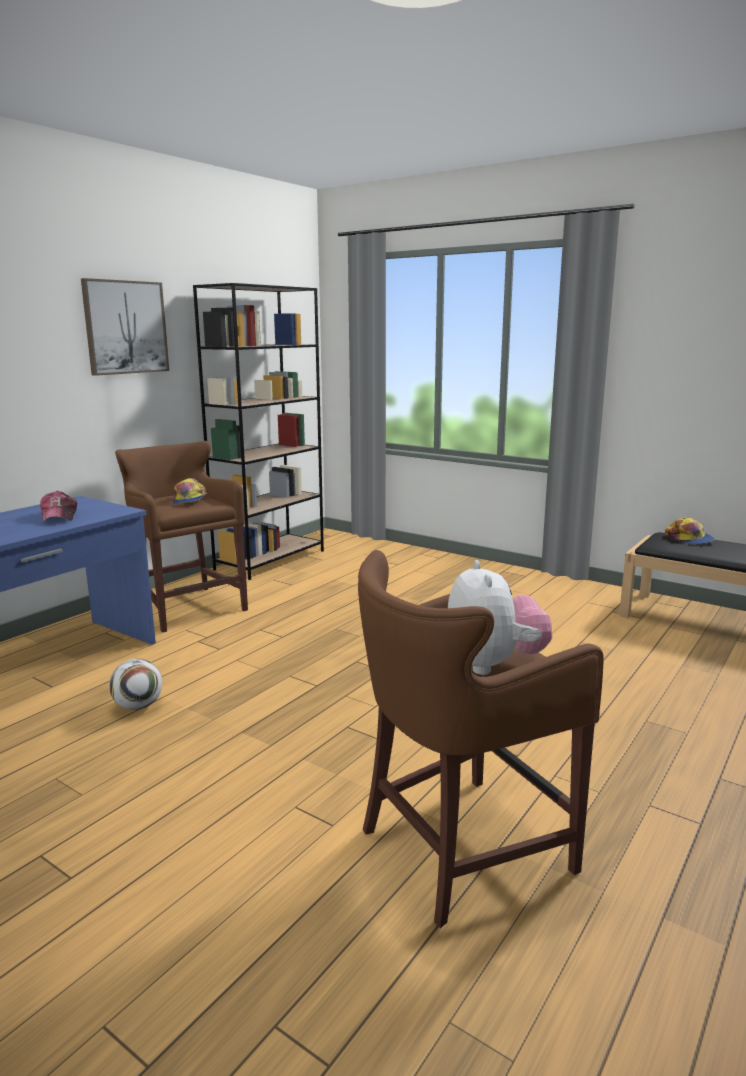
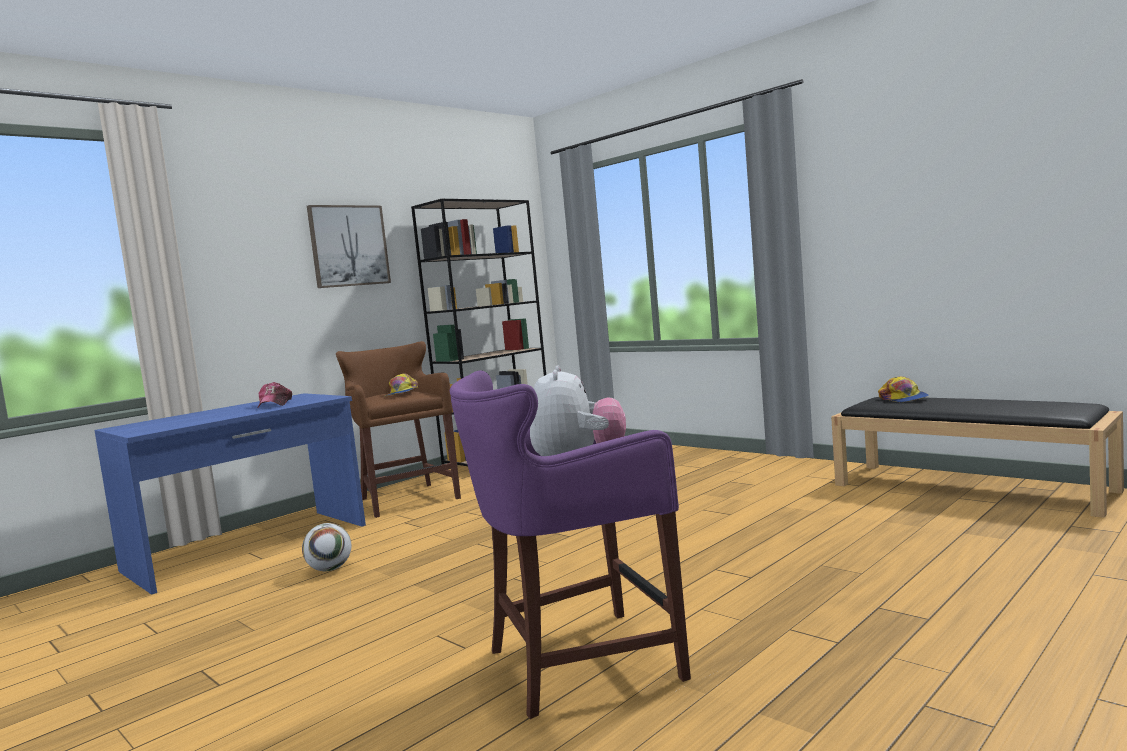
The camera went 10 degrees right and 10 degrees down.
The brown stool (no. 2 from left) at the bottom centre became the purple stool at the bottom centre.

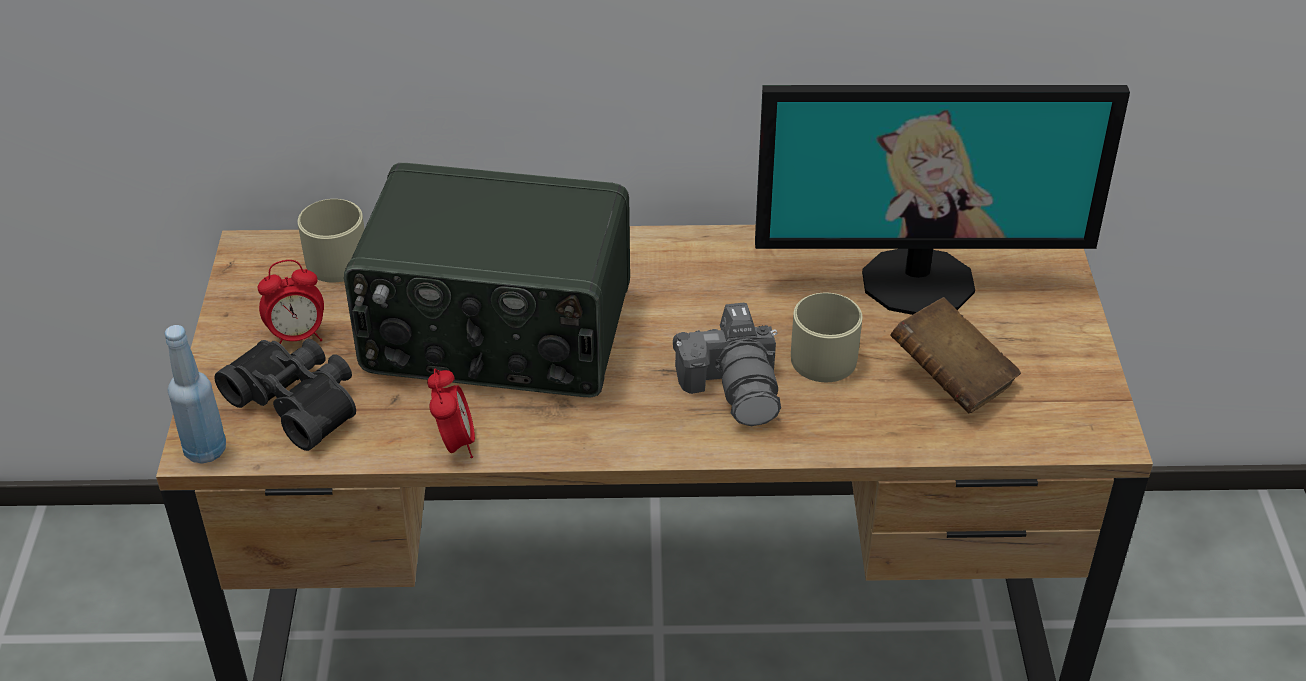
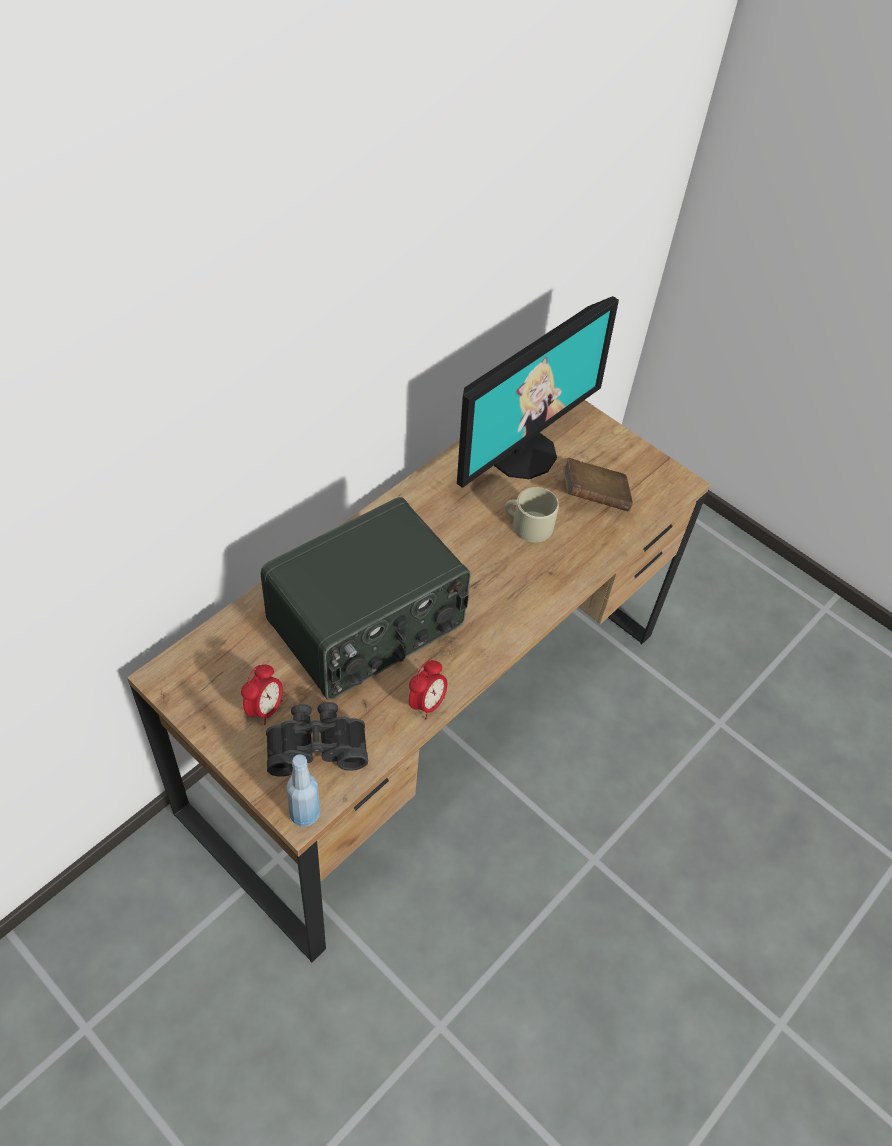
The camera went 50 degrees left and 10 degrees up.
The alarm clock (no. 2 from left) at the centre turned 90 degrees clockwise.
The beige mug (no. 1 from left) at the middle left disappeared.
The photo camera at the centre disappeared.

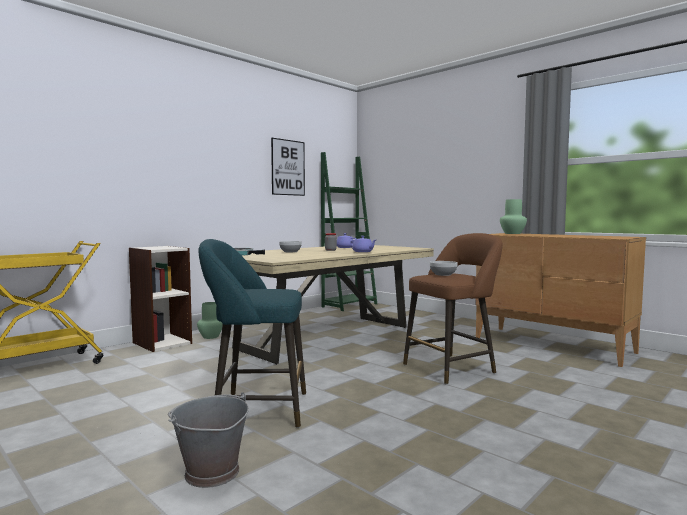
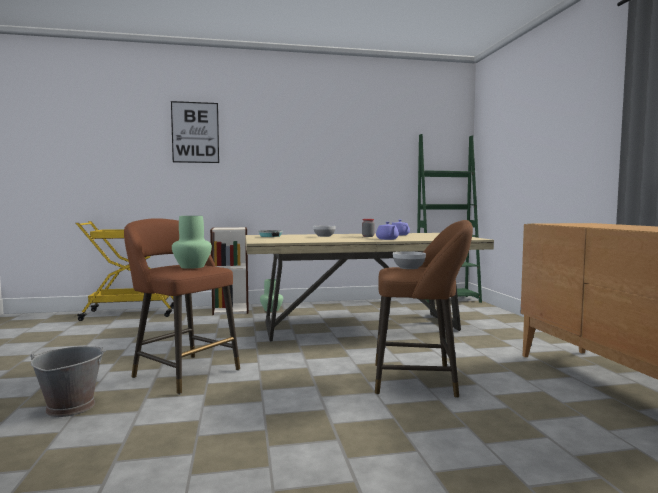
The camera went 35 degrees right and 0 degrees up.
The turquoise stool at the centre became the brown stool (no. 1 from left) at the middle left.
The picture moved from the top centre to the top left.
The green vase (no. 2 from left in the first image) moved from the middle right to the middle left.

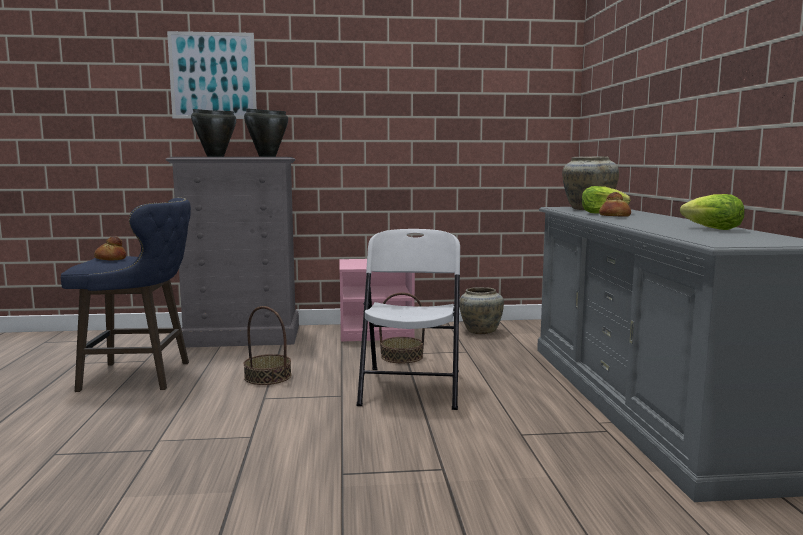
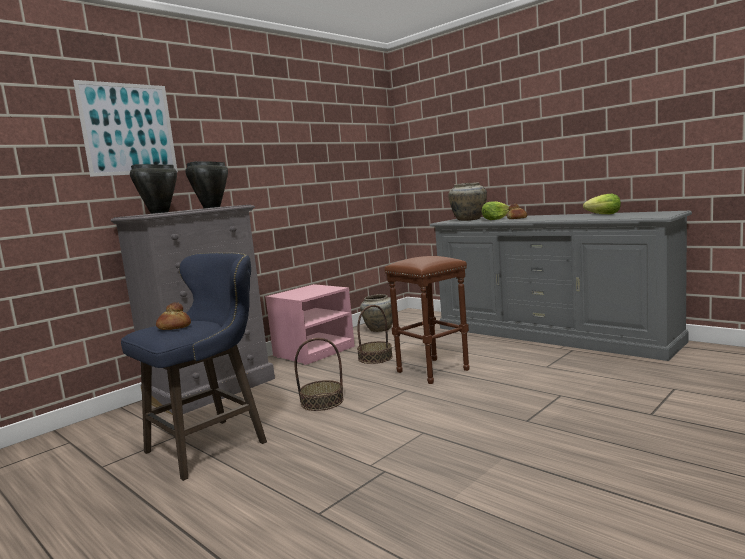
The camera went 40 degrees left and 0 degrees up.
The white chair at the centre was replaced by the brown stool at the centre.

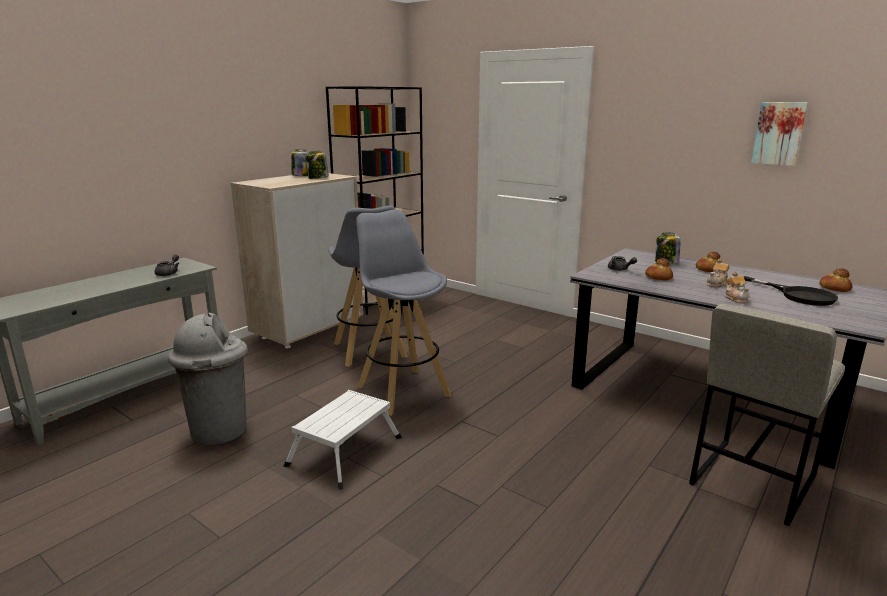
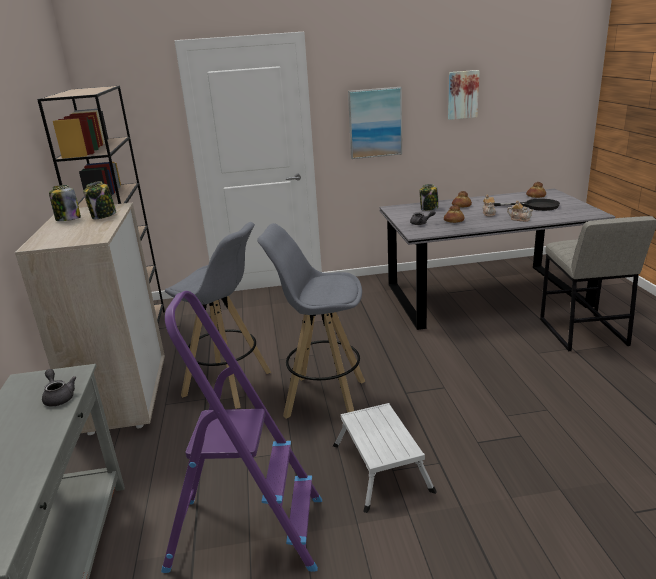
The camera went 45 degrees left and 5 degrees up.
The grey trash can at the middle left was replaced by the purple step ladder at the bottom centre.
The picture (no. 1 from left) at the top centre appeared.

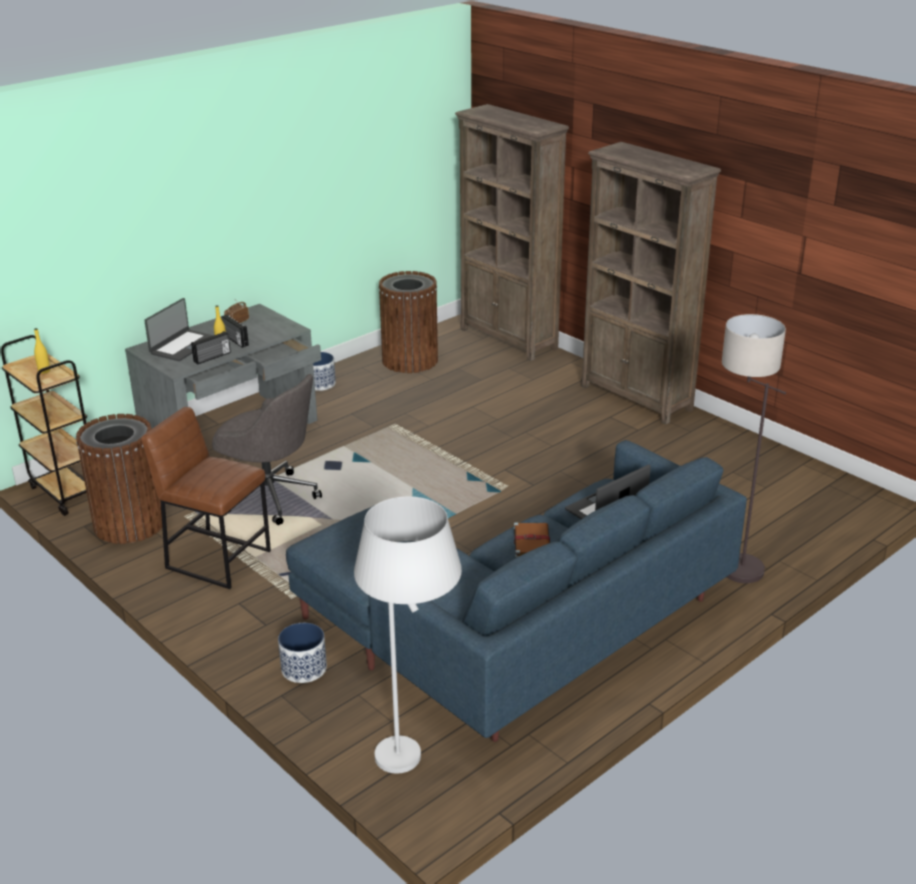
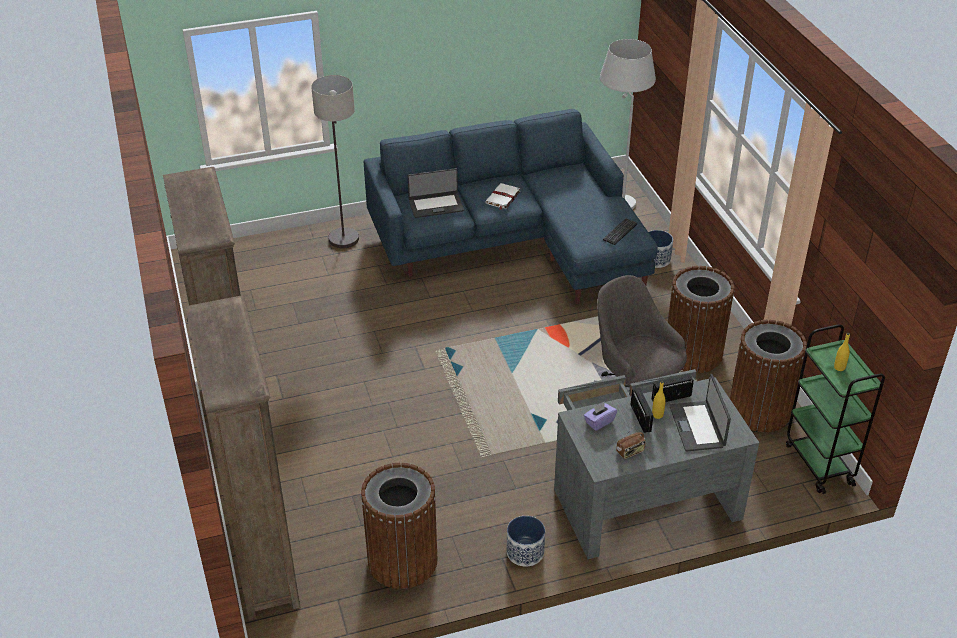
The camera went 155 degrees left and 10 degrees up.
The brown book at the centre became the white book at the top centre.
The purple tissue box at the centre appeared.
The keyboard at the centre appeared.
The brown chair at the middle left was replaced by the brown trash can (no. 2 from left) at the middle right.
The laptop (no. 1 from left in the first image) at the middle left turned 60 degrees counterclockwise.
The brown cart at the middle left became the green cart at the middle right.

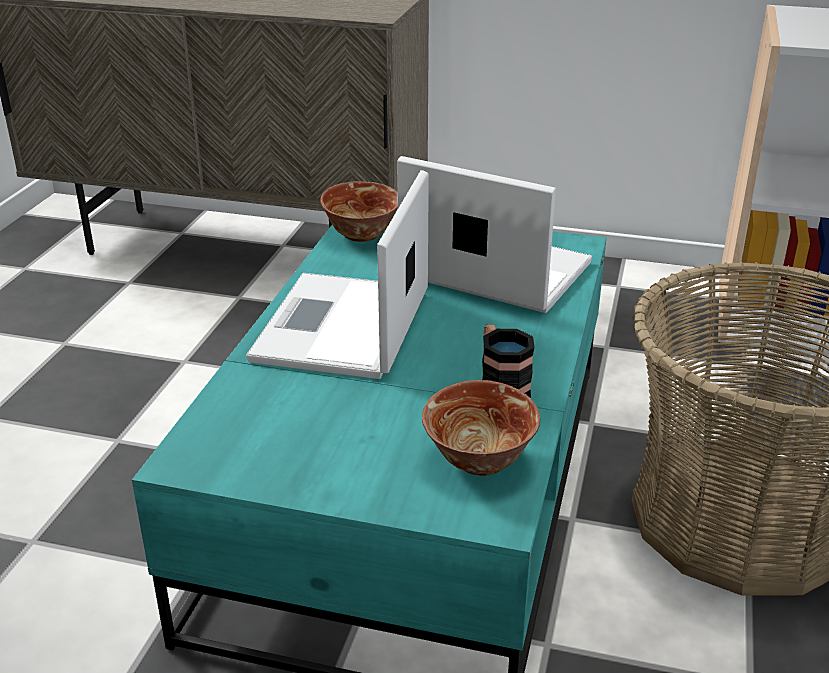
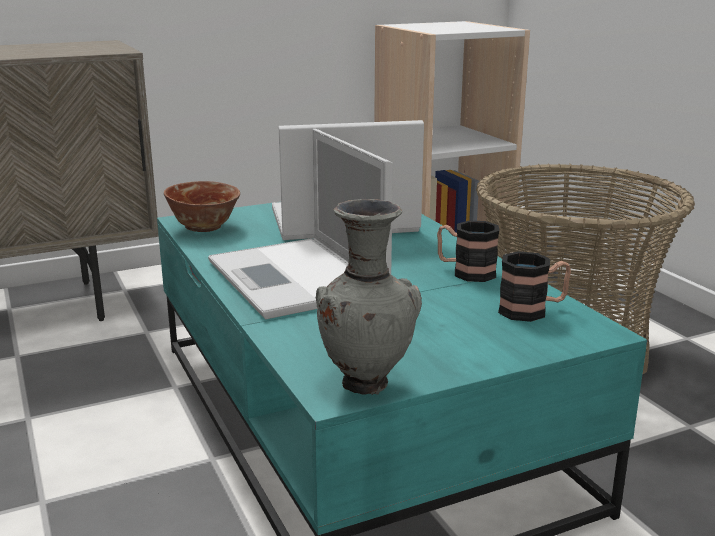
The camera went 40 degrees left and 10 degrees down.
The grey vase at the centre appeared.
The bowl (no. 2 from left) at the centre was replaced by the mug (no. 2 from left) at the middle right.

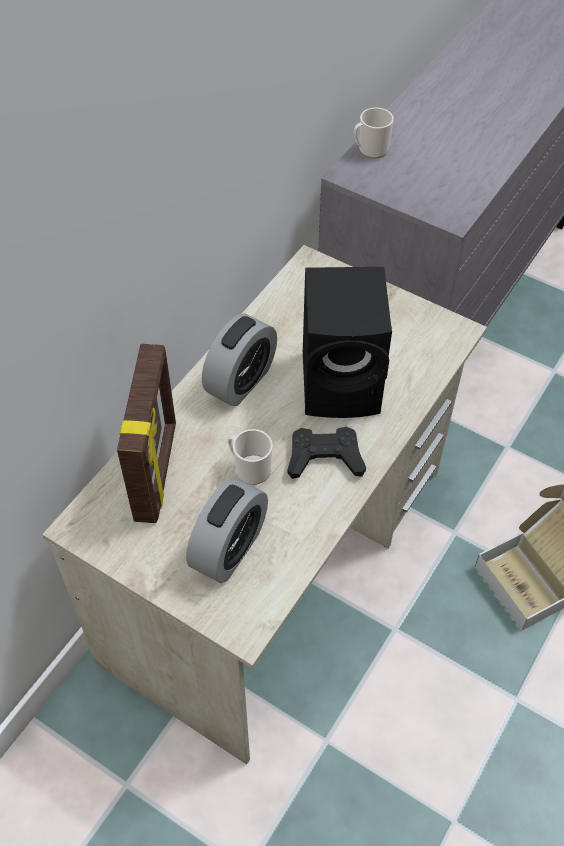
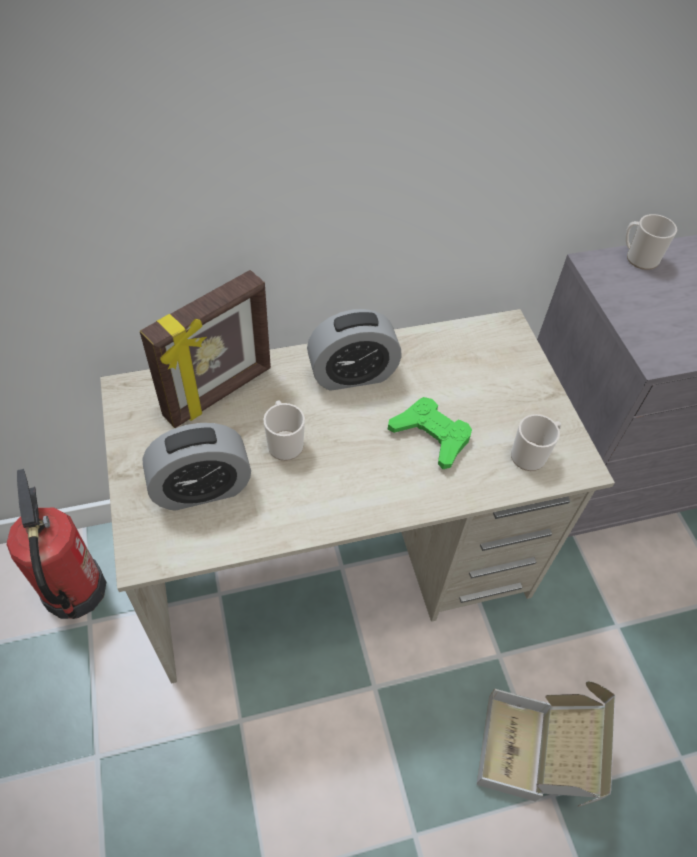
The camera went 40 degrees right and 0 degrees up.
The fire extinguisher at the middle left appeared.
The black speaker at the centre was replaced by the green game controller at the centre.
The mug (no. 2 from left) at the middle right appeared.
The black game controller at the centre disappeared.

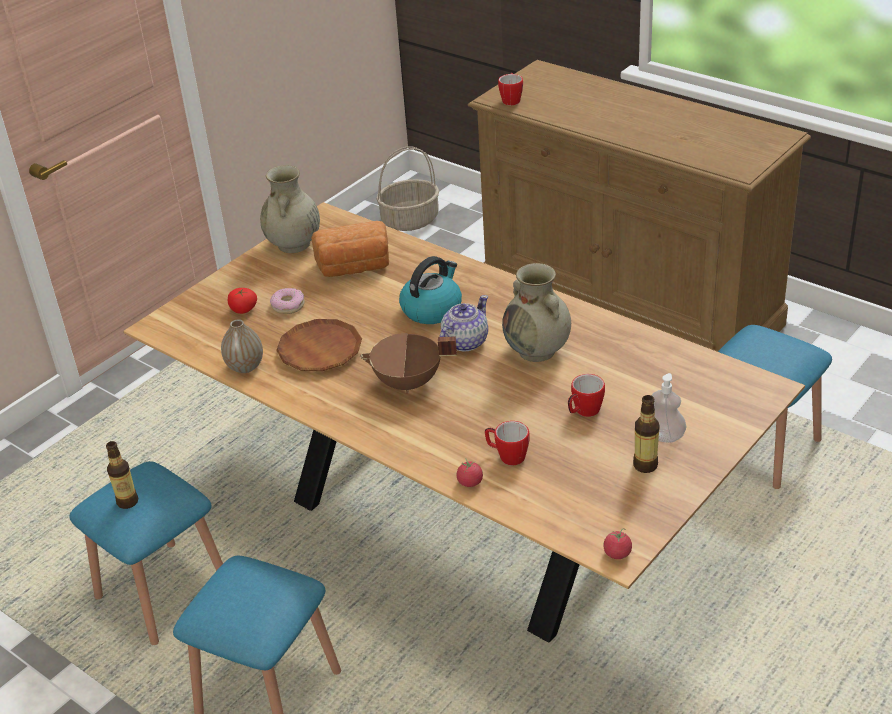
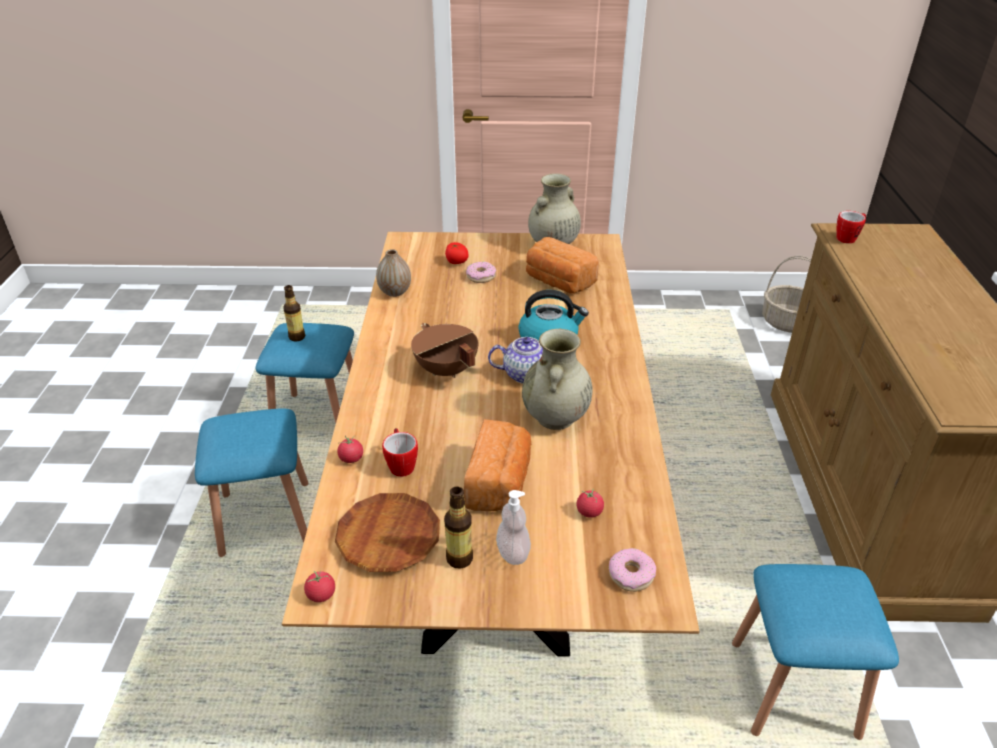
The camera went 50 degrees right and 0 degrees up.
The brown plate moved from the centre to the bottom centre.
The mug (no. 3 from left) at the centre was replaced by the bread (no. 1 from left) at the centre.
The tomato (no. 4 from left) at the bottom centre appeared.
The donut (no. 2 from left) at the bottom centre appeared.

